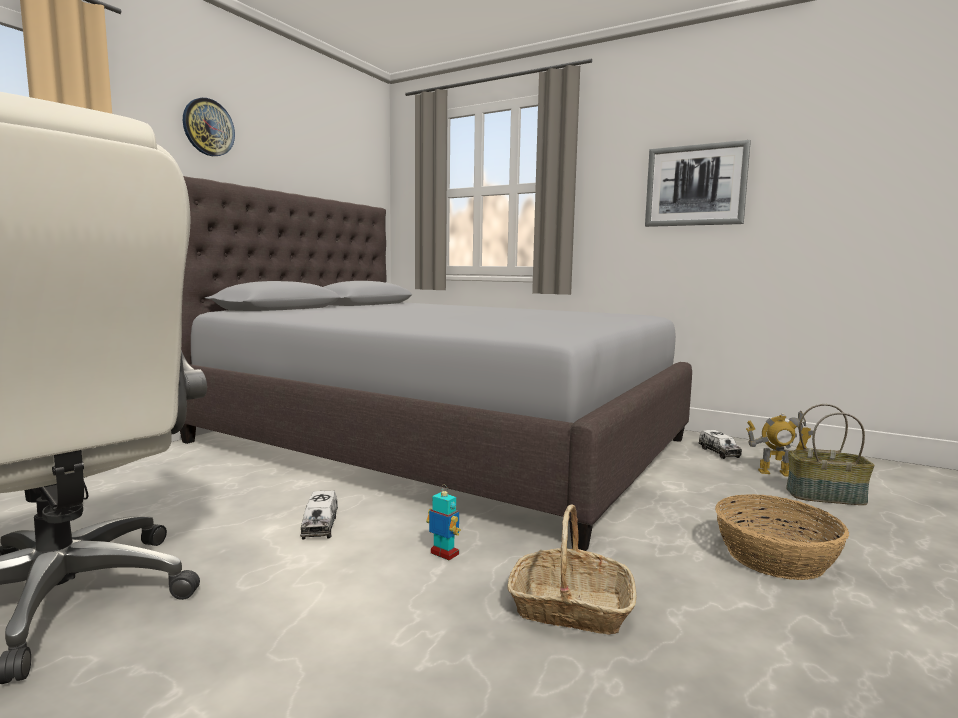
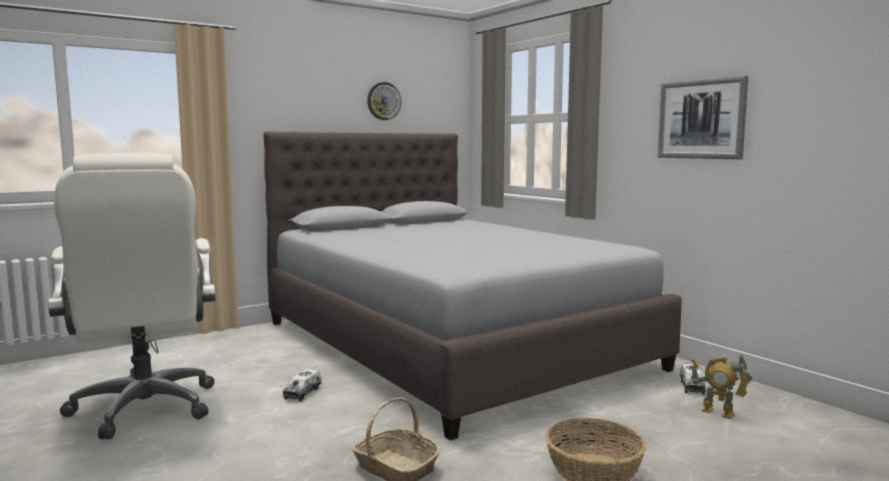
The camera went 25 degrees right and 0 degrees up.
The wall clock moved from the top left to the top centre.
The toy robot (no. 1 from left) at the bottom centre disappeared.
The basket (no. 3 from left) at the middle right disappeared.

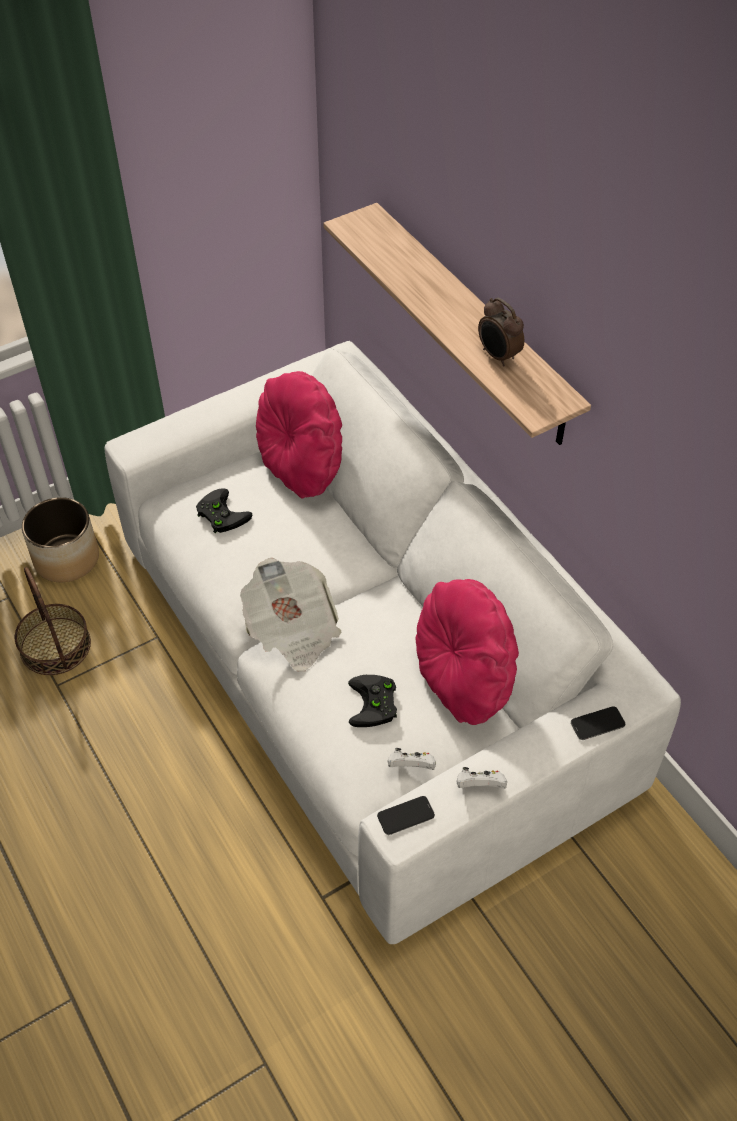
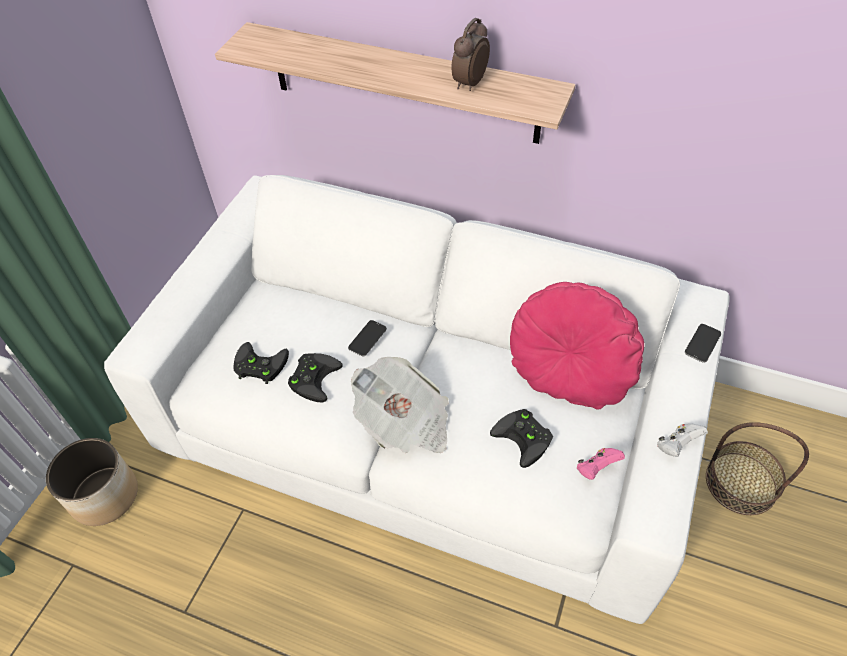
The camera went 35 degrees left and 0 degrees up.
The black game controller (no. 2 from left) at the centre appeared.
The phone (no. 1 from left) moved from the bottom centre to the centre.
The alarm clock at the top right turned 105 degrees clockwise.
The white game controller (no. 1 from left) at the bottom centre became the pink game controller at the bottom right.
The basket moved from the middle left to the bottom right.
The pink pillow (no. 1 from left) at the centre disappeared.

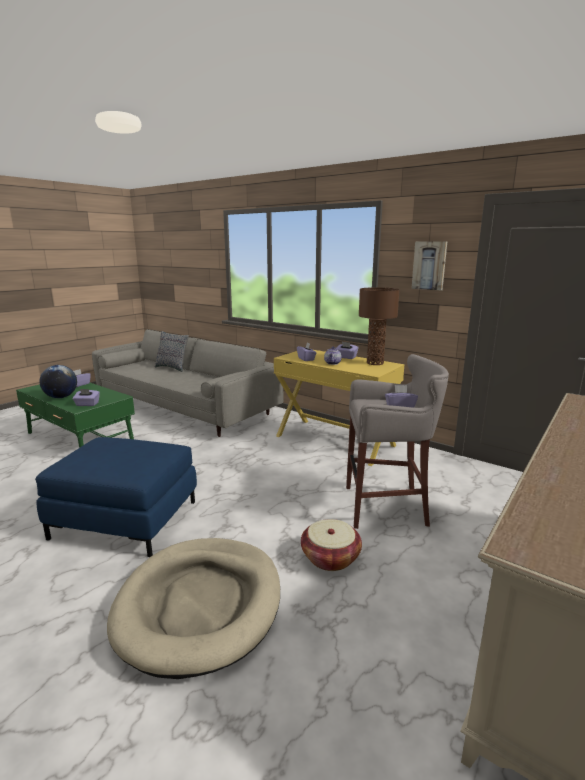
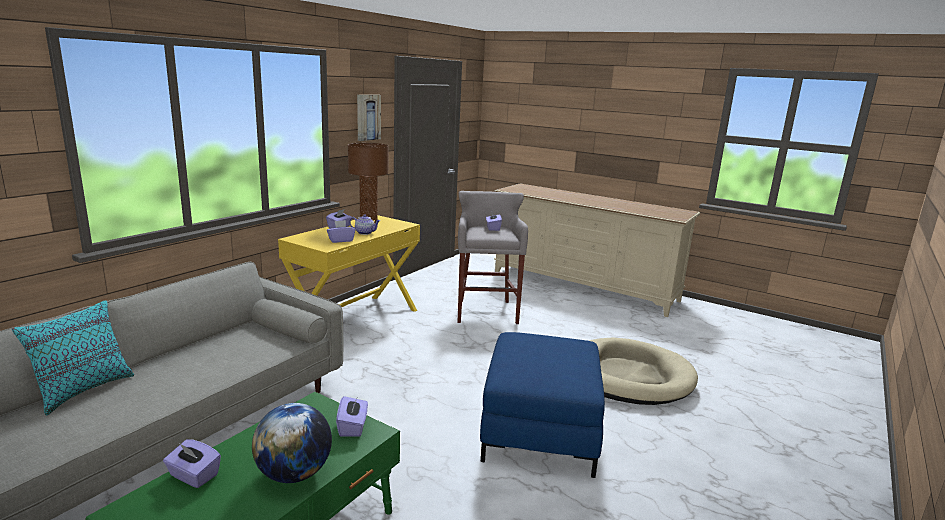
The camera went 95 degrees left and 0 degrees up.
The grey pillow at the middle left became the turquoise pillow at the bottom left.
The basket at the bottom centre disappeared.

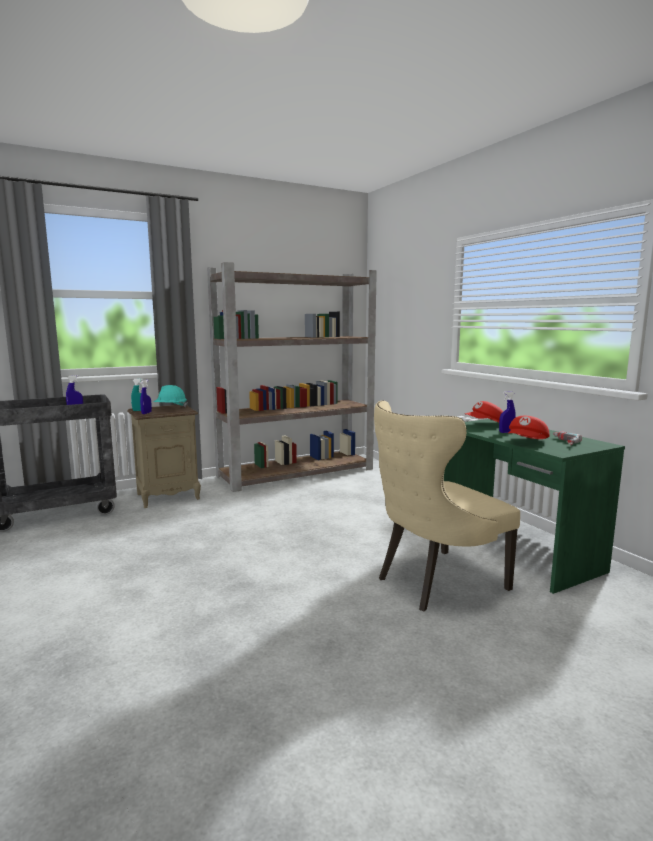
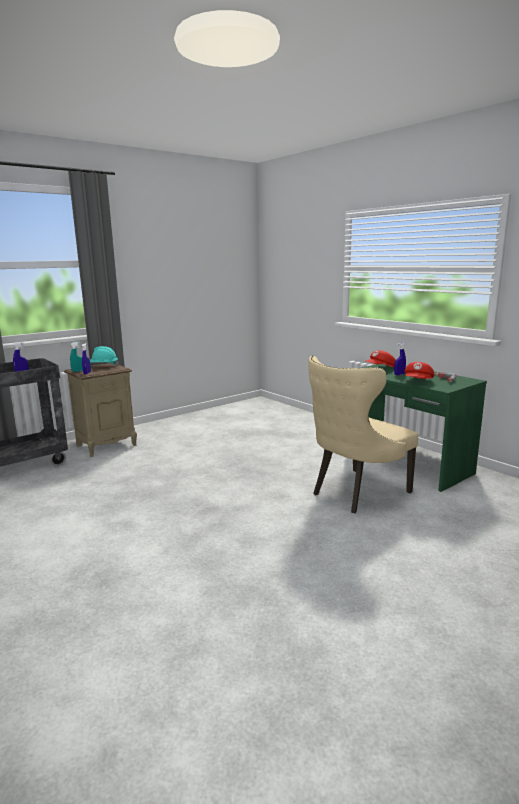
The camera went 10 degrees left and 5 degrees up.
The brown bookcase at the centre disappeared.

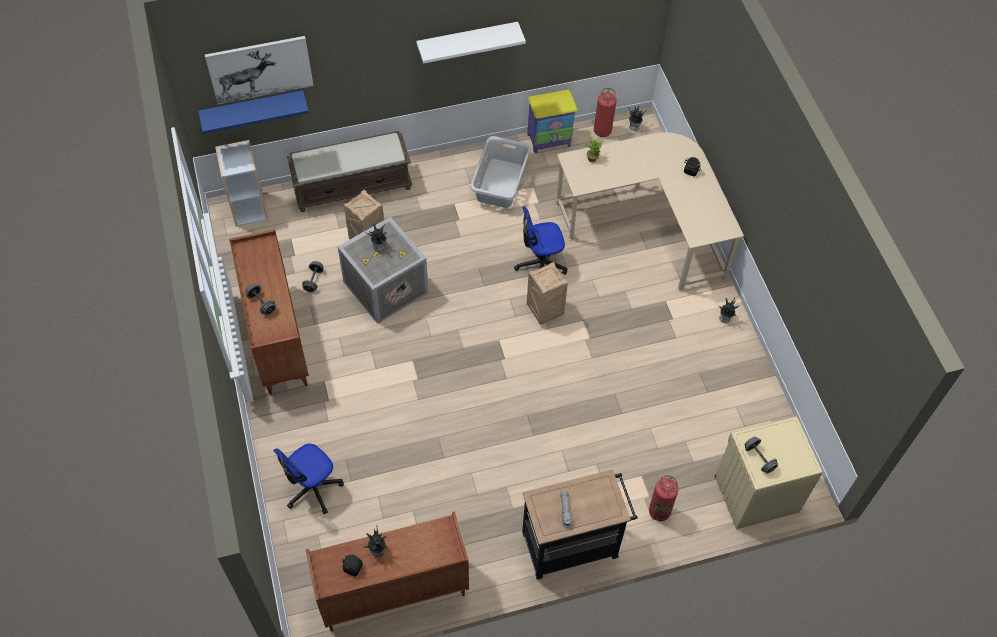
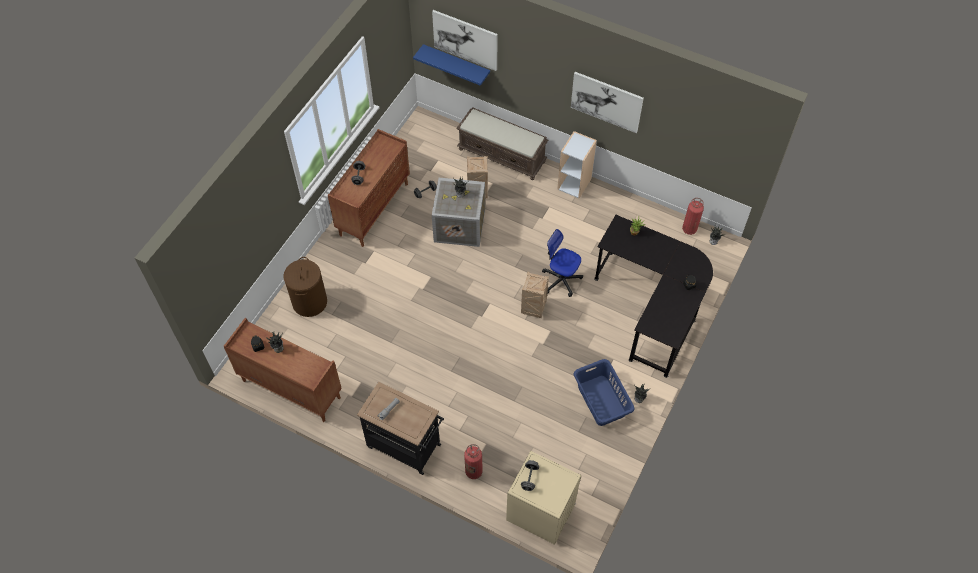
The camera went 45 degrees right and 0 degrees up.
The office chair (no. 1 from left) at the bottom left was replaced by the brown laundry basket at the middle left.
The bookcase moved from the top left to the top centre.
The white shelf at the top centre was replaced by the picture (no. 2 from left) at the top centre.
The blue laundry basket at the bottom centre appeared.
The beige desk at the top centre became the black desk at the middle right.
The grey laundry basket at the top centre disappeared.
The nightstand at the top centre disappeared.

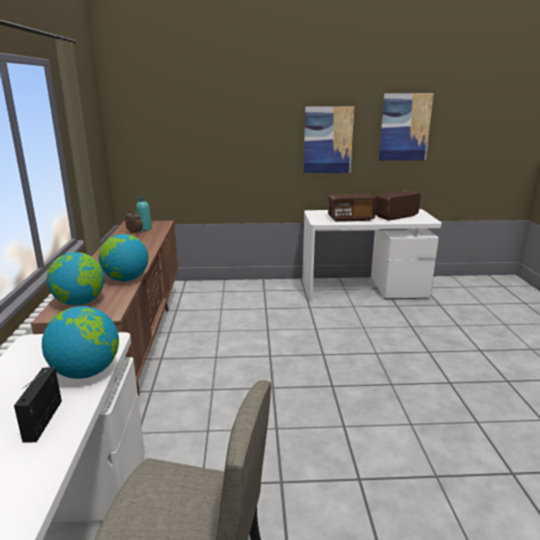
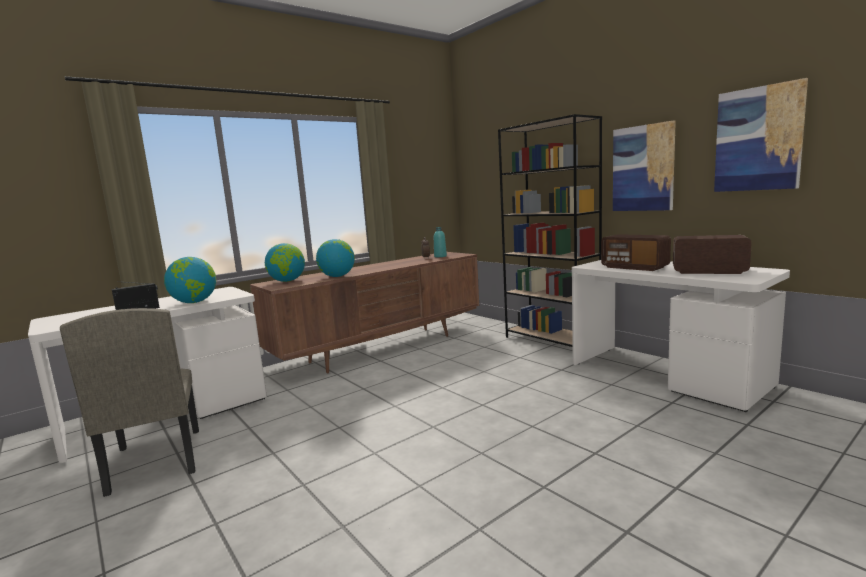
The camera went 55 degrees right and 10 degrees down.
The beige bookcase at the centre appeared.

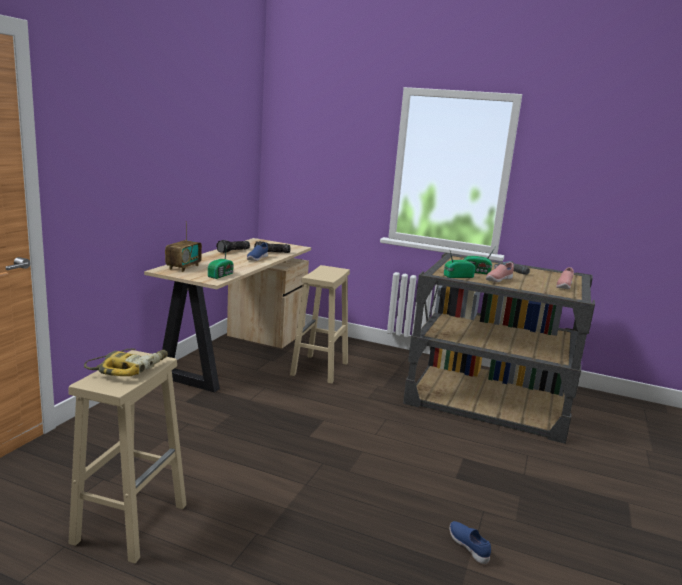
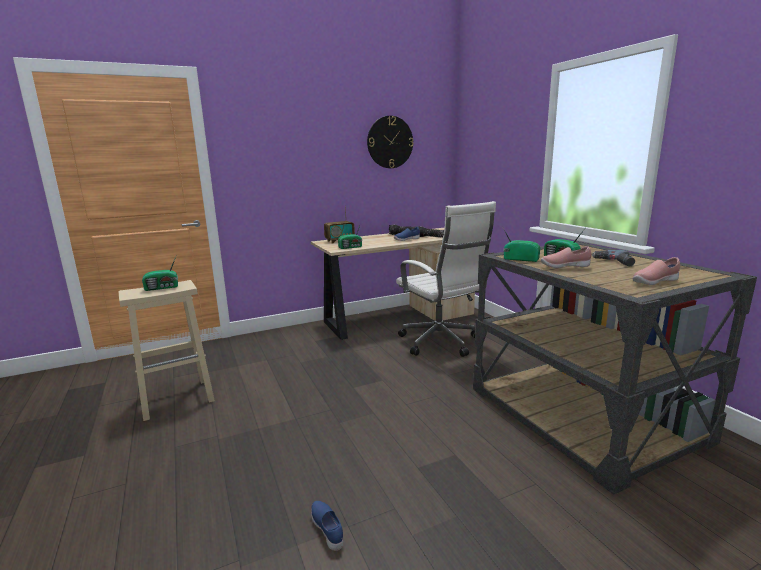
The camera went 45 degrees right and 0 degrees up.
The power drill (no. 1 from left) at the middle left was replaced by the radio (no. 1 from left) at the middle left.
The blue shoe (no. 2 from left in the first image) at the bottom right turned 45 degrees counterclockwise.
The wall clock at the top centre appeared.
The beige stool (no. 2 from left) at the centre was replaced by the white office chair at the centre.

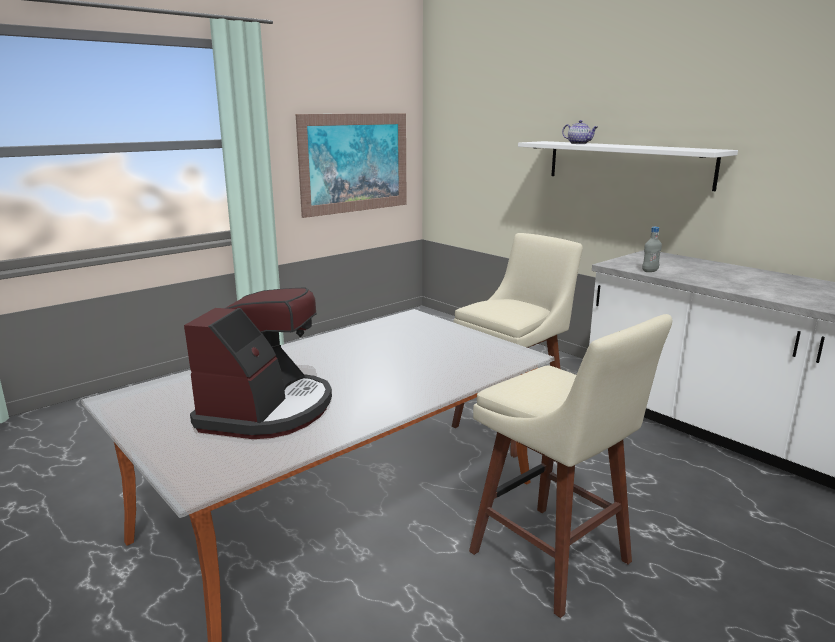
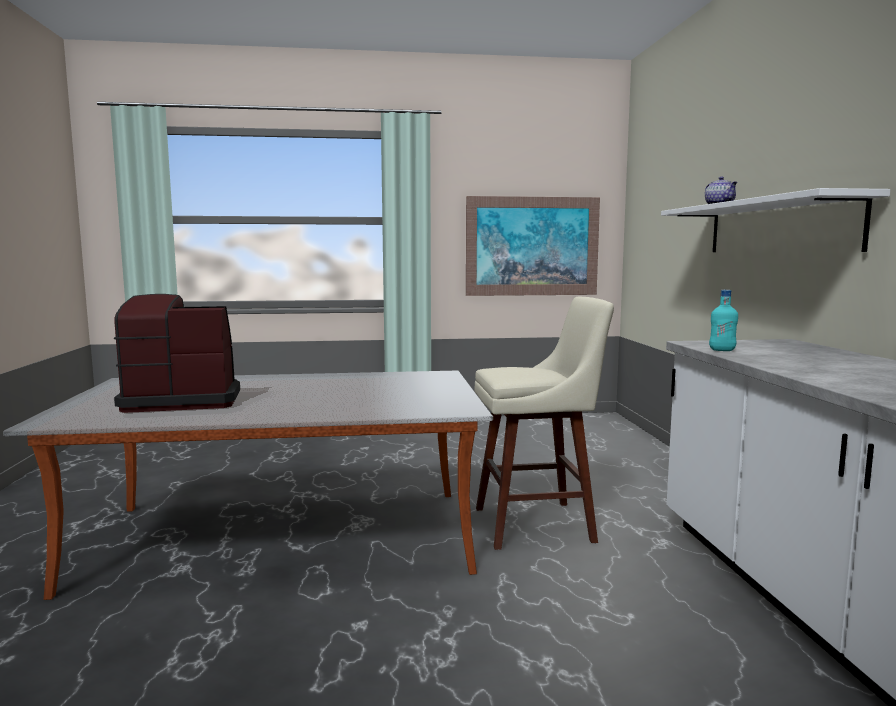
The camera went 35 degrees right and 10 degrees down.
The coffee machine at the middle left turned 150 degrees counterclockwise.
The grey bottle at the middle right became the turquoise bottle at the middle right.
The beige stool (no. 2 from left) at the bottom right disappeared.

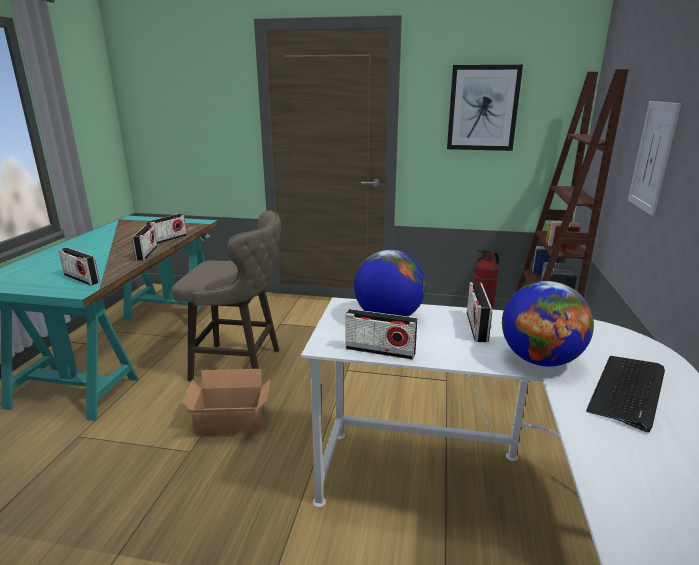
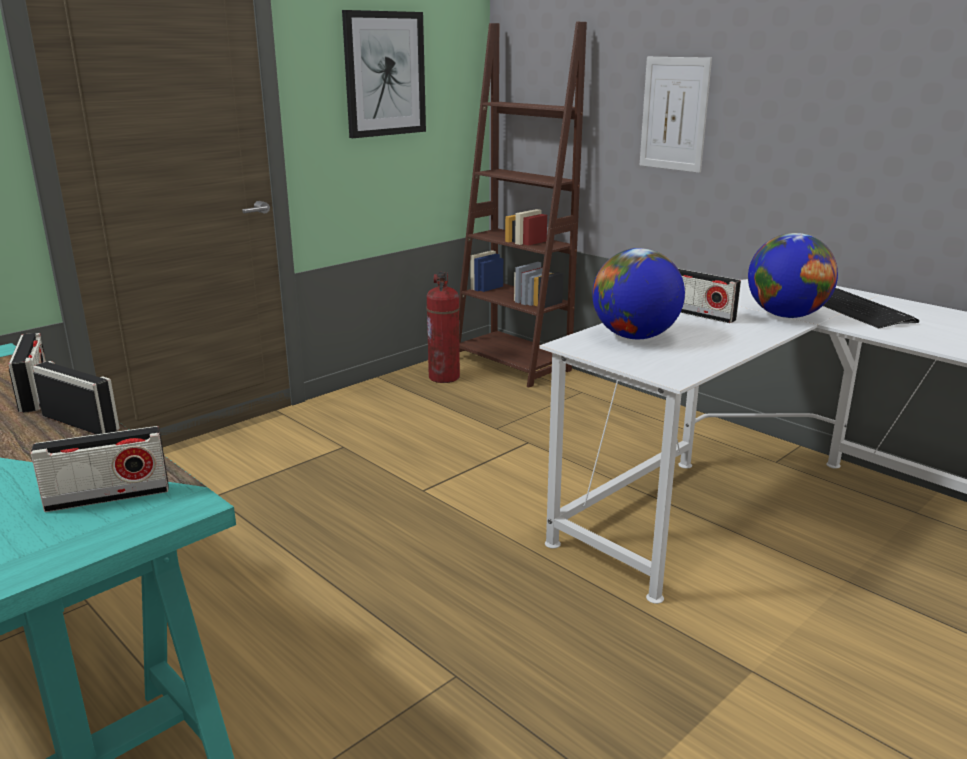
The camera went 55 degrees left and 0 degrees up.
The beige stool at the middle left disappeared.
The cardboard box at the bottom left disappeared.
The radio (no. 4 from left) at the centre disappeared.

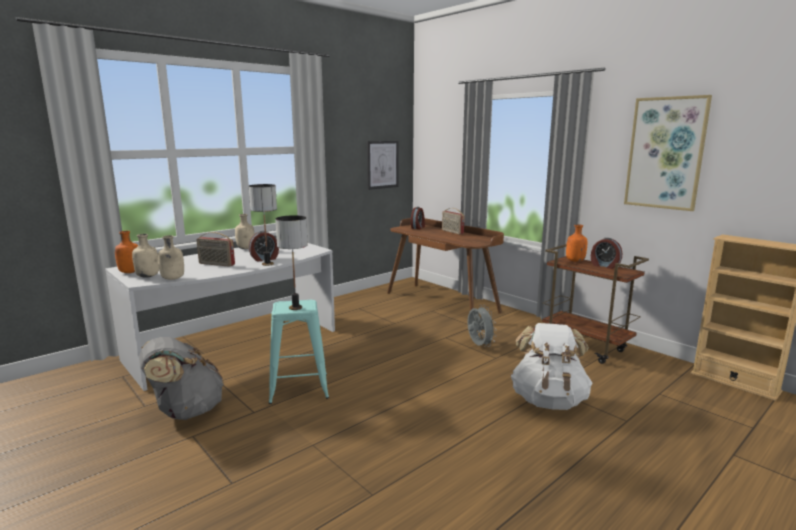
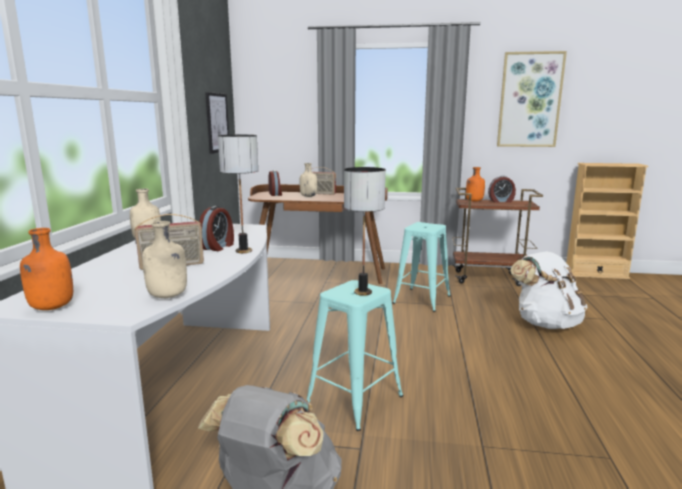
The camera went 40 degrees left and 0 degrees up.
The beige bottle (no. 1 from left in the first image) moved from the middle left to the centre.
The grey fan at the centre was replaced by the turquoise stool (no. 2 from left) at the centre.

